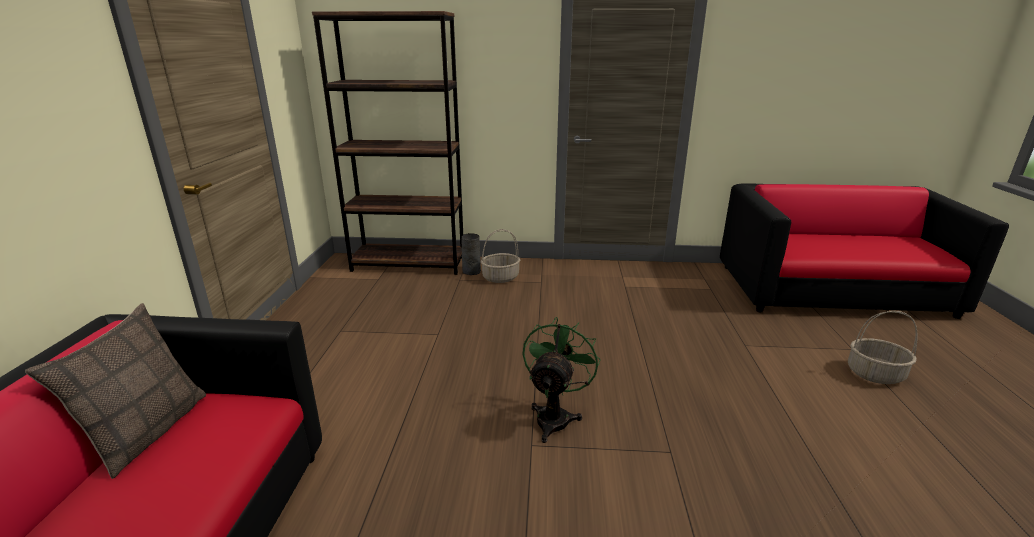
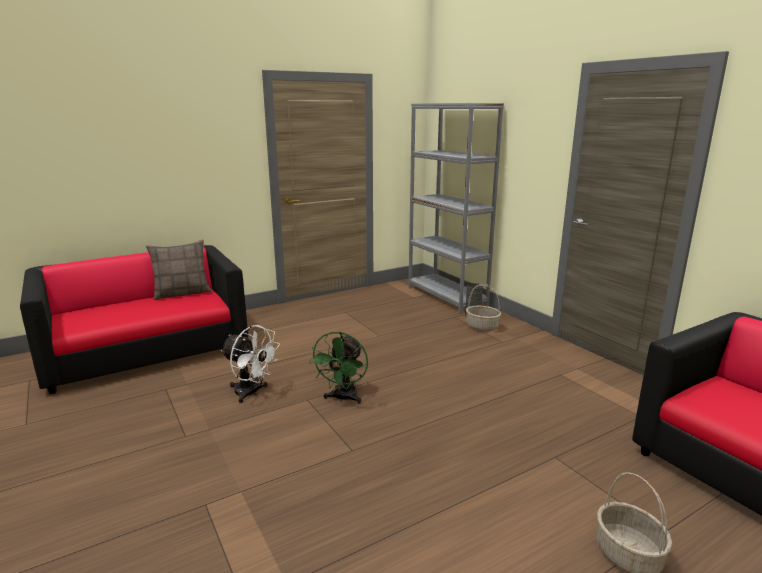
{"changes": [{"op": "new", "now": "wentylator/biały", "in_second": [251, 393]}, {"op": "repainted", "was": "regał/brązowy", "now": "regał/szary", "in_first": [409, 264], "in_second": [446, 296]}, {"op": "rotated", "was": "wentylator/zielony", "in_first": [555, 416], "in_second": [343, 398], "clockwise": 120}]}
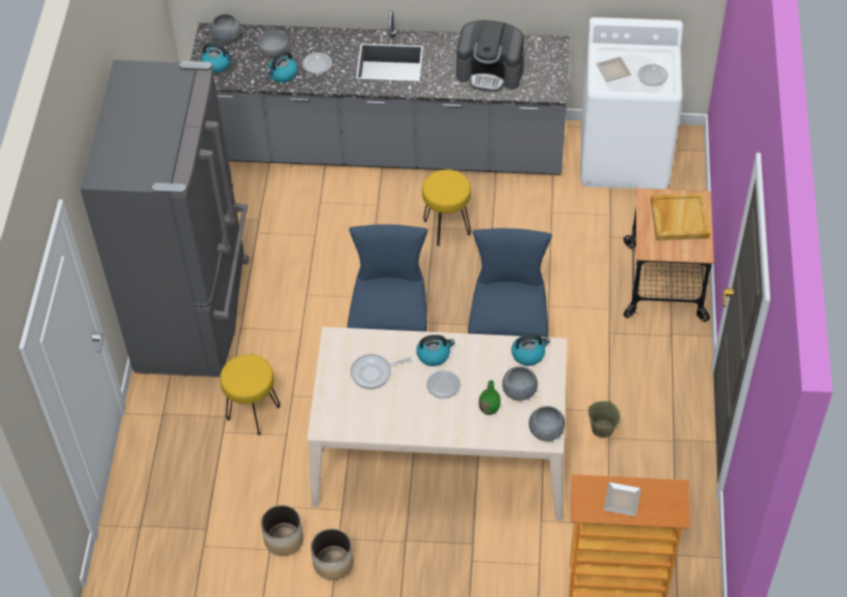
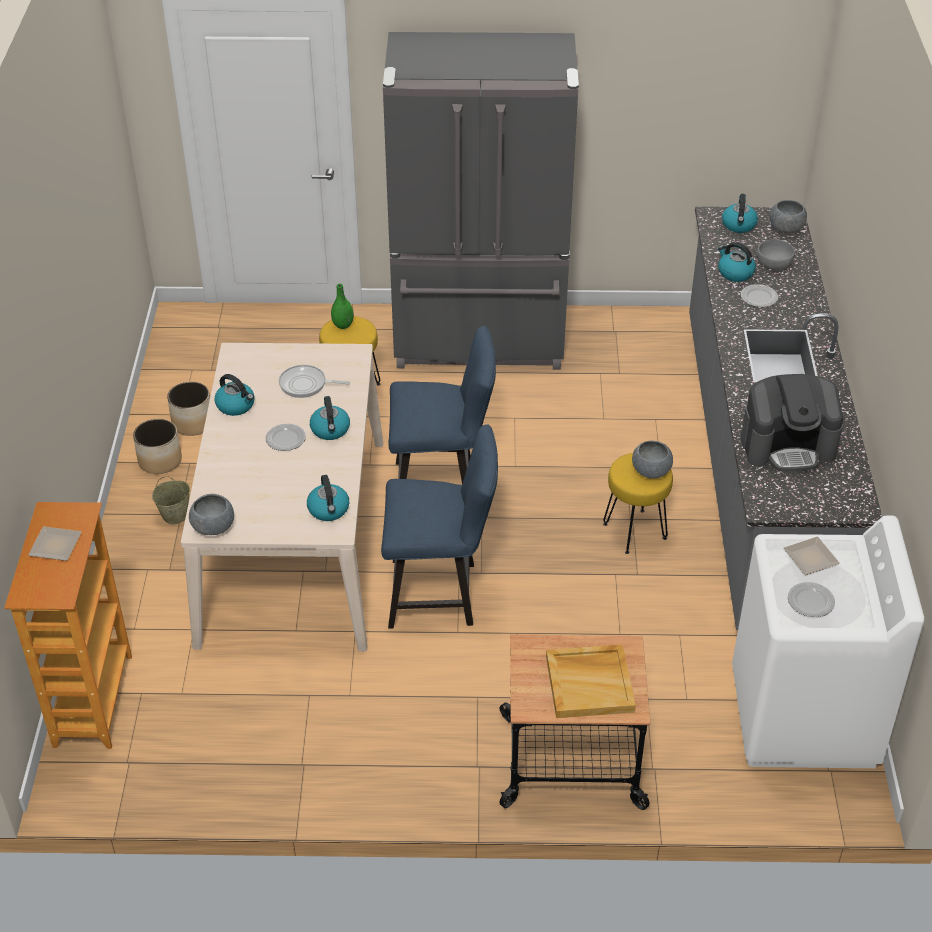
{"changes": [{"op": "new", "now": "czajnik", "in_second": [236, 405]}, {"op": "shifted", "was": "wazon/zielony", "in_first": [489, 409], "in_second": [343, 325]}, {"op": "shifted", "was": "miska/szary", "in_first": [519, 391], "in_second": [651, 471]}, {"op": "shifted", "was": "wiadro/beżowy", "in_first": [602, 428], "in_second": [175, 515]}, {"op": "rotated", "was": "patelnia", "in_first": [374, 373], "in_second": [306, 385], "clockwise": -60}, {"op": "rotated", "was": "ekspres do kawy", "in_first": [490, 71], "in_second": [788, 445], "clockwise": -105}]}
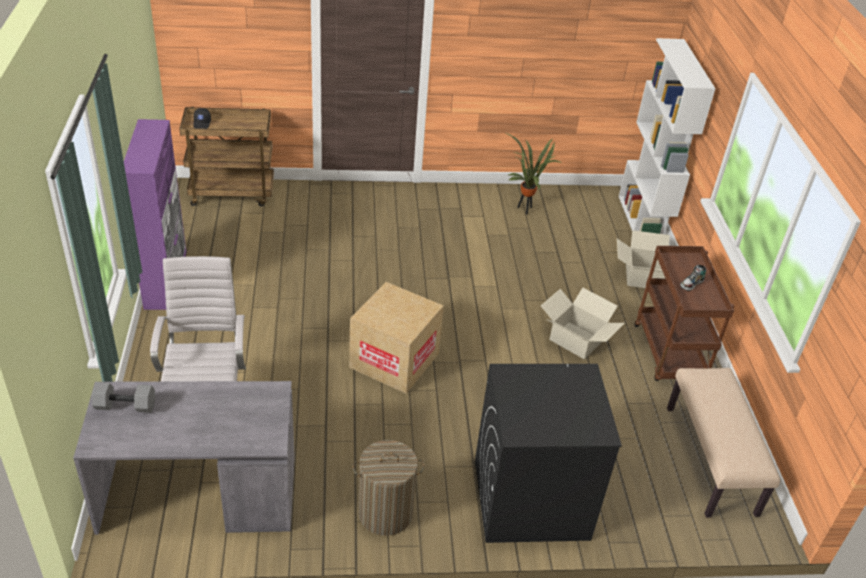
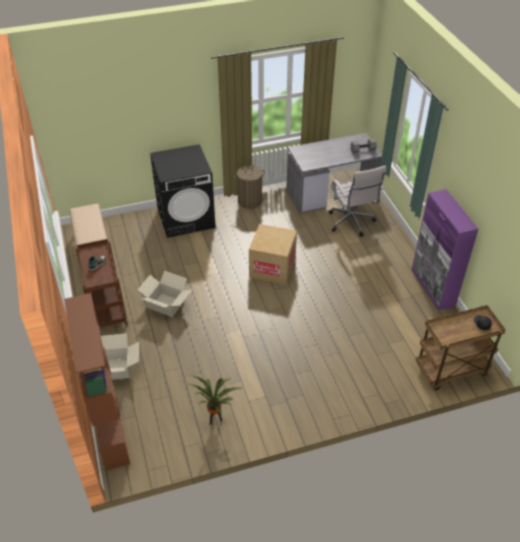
{"changes": [{"op": "repainted", "was": "regał/biały", "now": "regał/brązowy", "in_first": [642, 224], "in_second": [110, 430]}]}
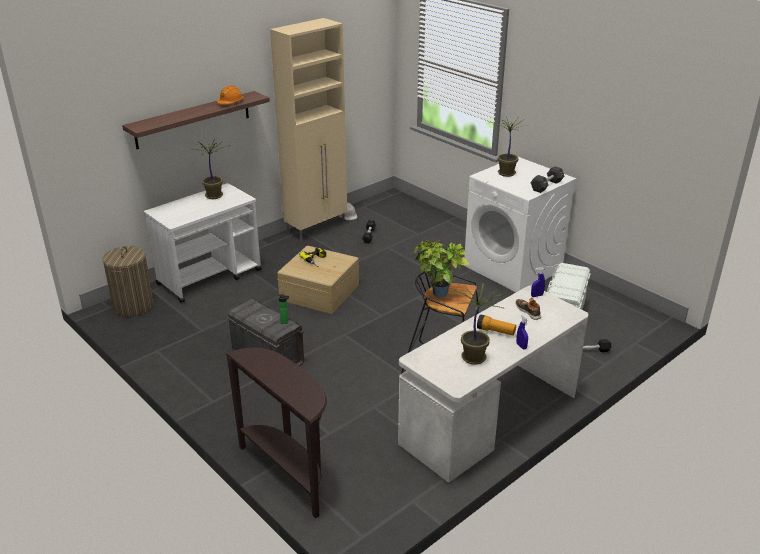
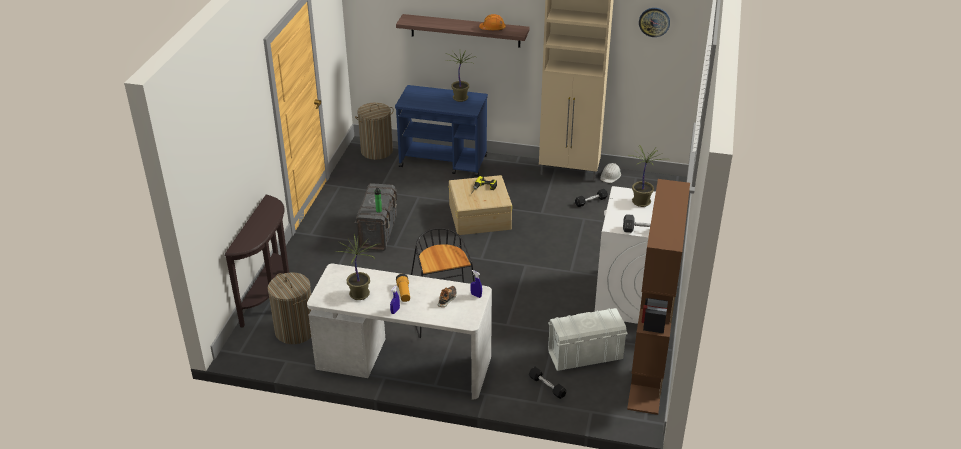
{"changes": [{"op": "gone", "was": "roślina doniczkowa", "in_first": [437, 295]}, {"op": "new", "now": "kosz na pranie", "in_second": [295, 331]}, {"op": "new", "now": "regał/brązowy", "in_second": [648, 374]}, {"op": "new", "now": "zegar ścienny", "in_second": [654, 22]}, {"op": "repainted", "was": "wózek/biały", "now": "wózek/niebieski", "in_first": [210, 277], "in_second": [444, 161]}]}
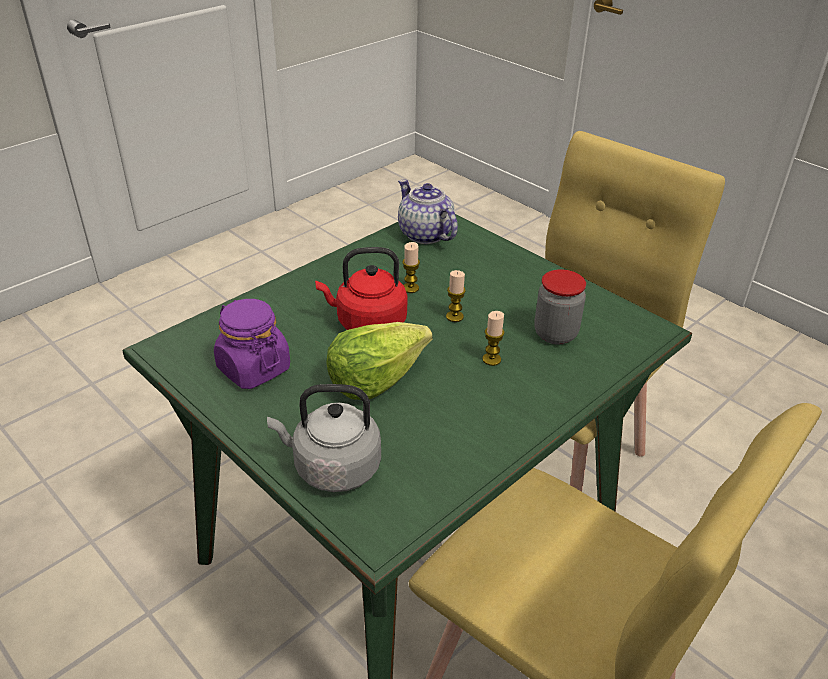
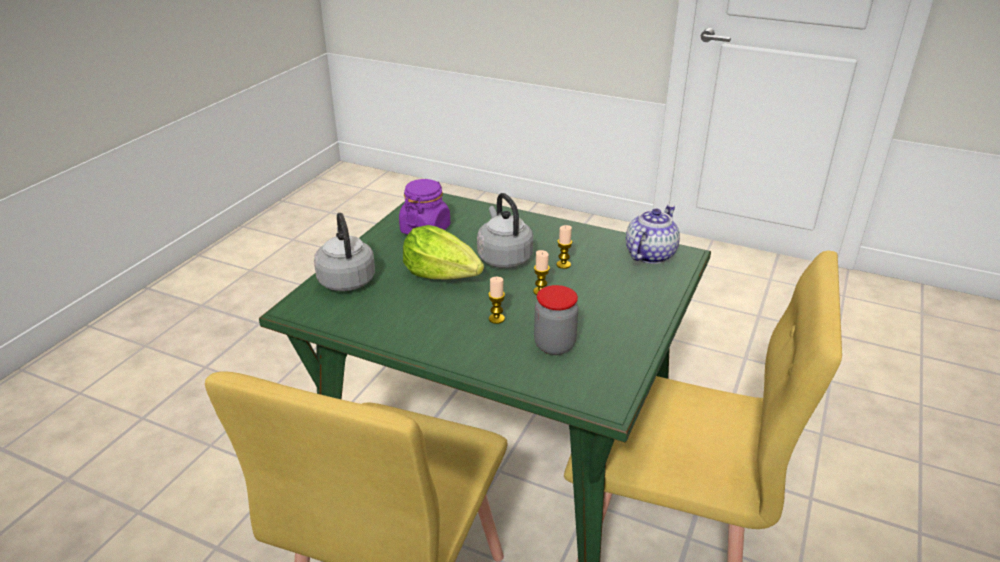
{"changes": [{"op": "repainted", "was": "czajnik/czerwony", "now": "czajnik/szary", "in_first": [367, 323], "in_second": [503, 257]}]}
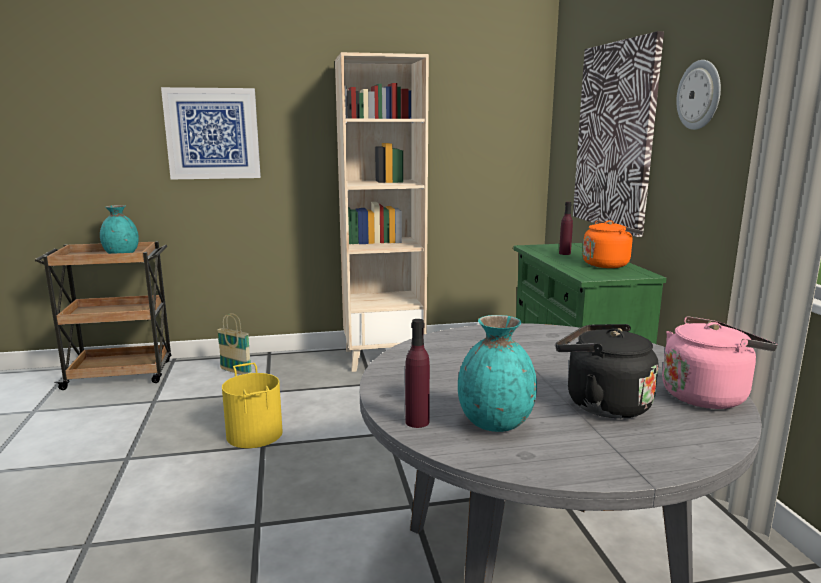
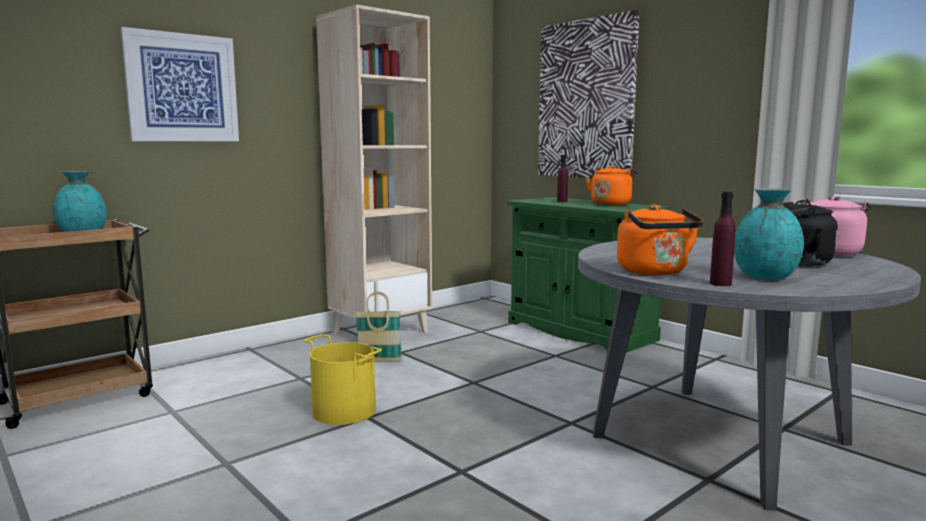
{"changes": [{"op": "gone", "was": "zegar ścienny", "in_first": [699, 95]}, {"op": "new", "now": "czajnik/pomarańczowy", "in_second": [655, 272]}, {"op": "shifted", "was": "koszyk", "in_first": [236, 372], "in_second": [379, 360]}]}
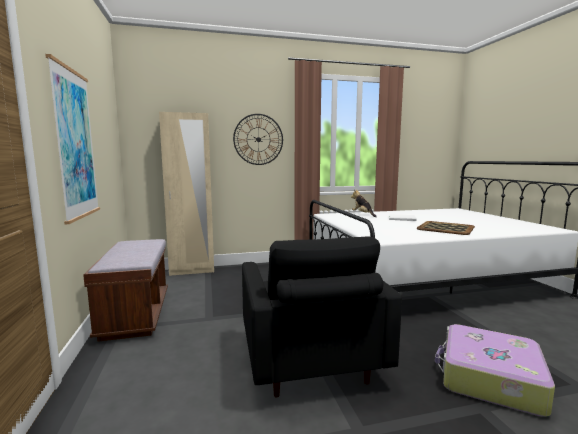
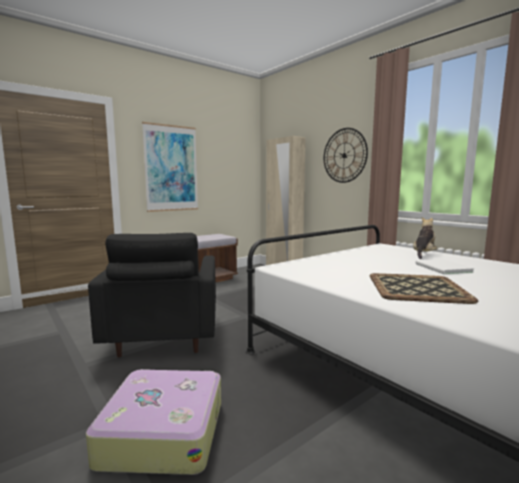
{"changes": [{"op": "rotated", "was": "fotel/czarny", "in_first": [309, 361], "in_second": [163, 337], "clockwise": -60}]}
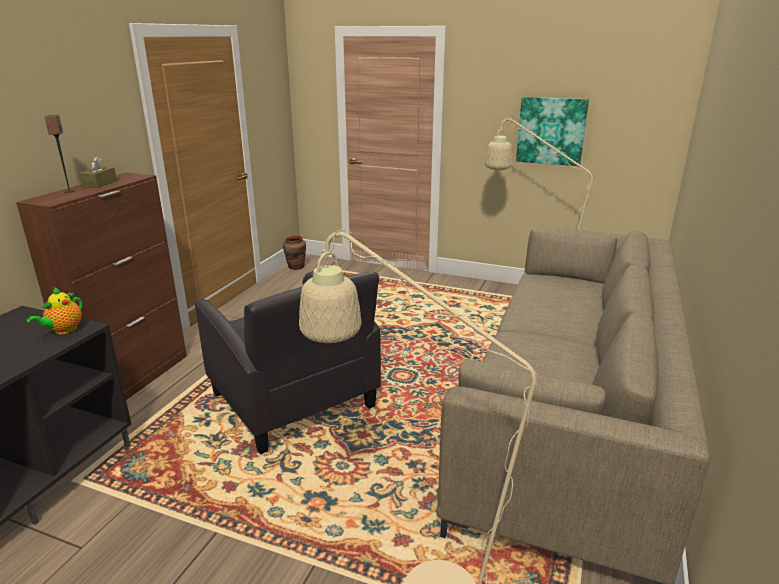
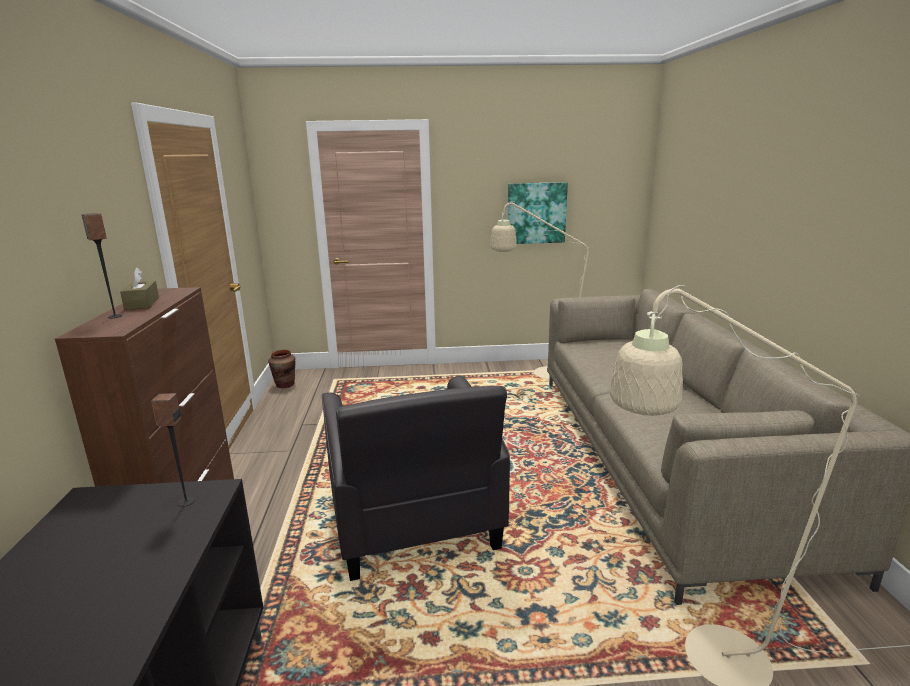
{"changes": [{"op": "swapped", "was": "imbryk", "now": "głośnik", "in_first": [63, 330], "in_second": [186, 502]}, {"op": "rotated", "was": "fotel/czarny", "in_first": [293, 401], "in_second": [413, 522], "clockwise": 45}]}
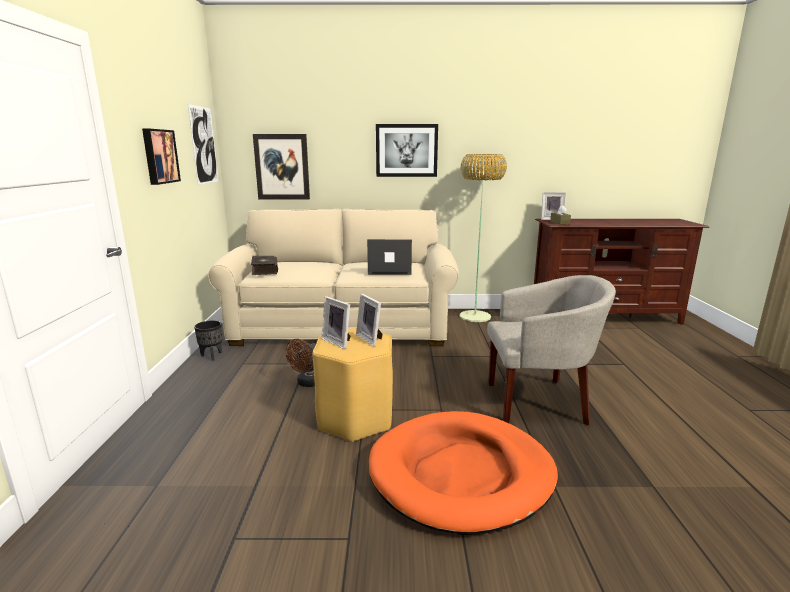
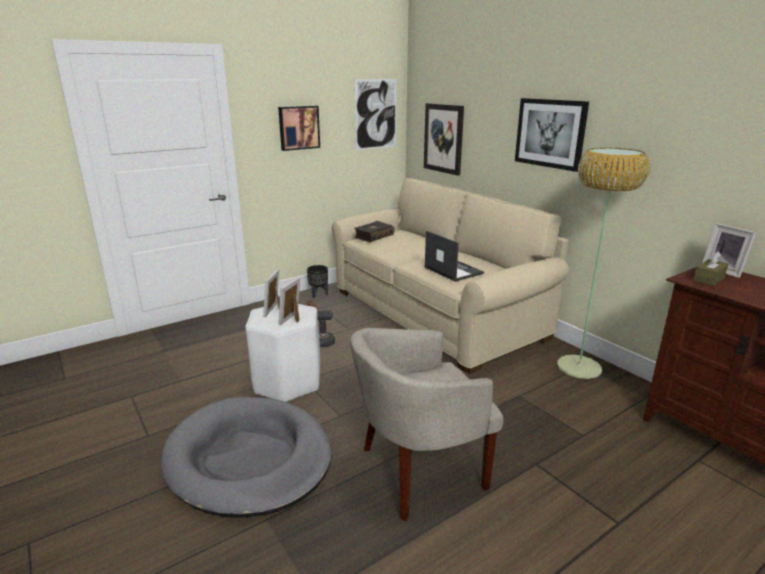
{"changes": [{"op": "repainted", "was": "stołek/żółty", "now": "stołek/biały", "in_first": [356, 419], "in_second": [287, 382]}, {"op": "repainted", "was": "legowisko/pomarańczowy", "now": "legowisko/szary", "in_first": [461, 474], "in_second": [249, 459]}, {"op": "rotated", "was": "fotel/beżowy", "in_first": [539, 401], "in_second": [419, 471], "clockwise": 105}]}
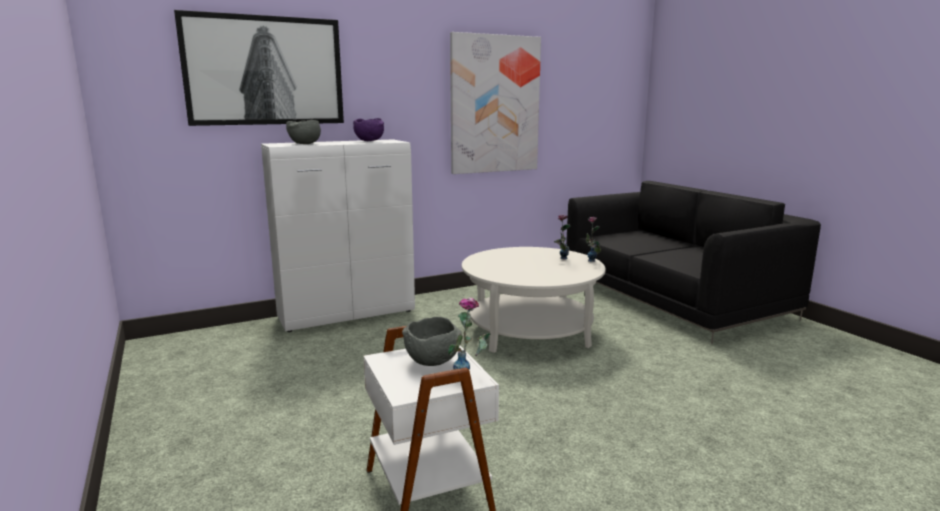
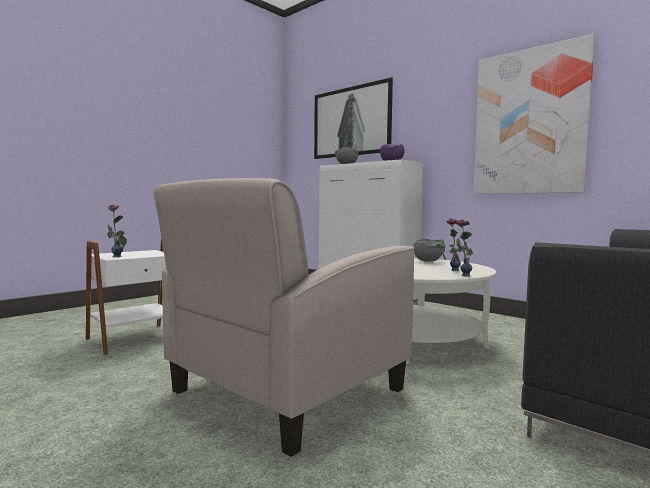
{"changes": [{"op": "new", "now": "fotel/beżowy", "in_second": [286, 391]}, {"op": "shifted", "was": "miska/szary", "in_first": [433, 362], "in_second": [429, 261]}]}
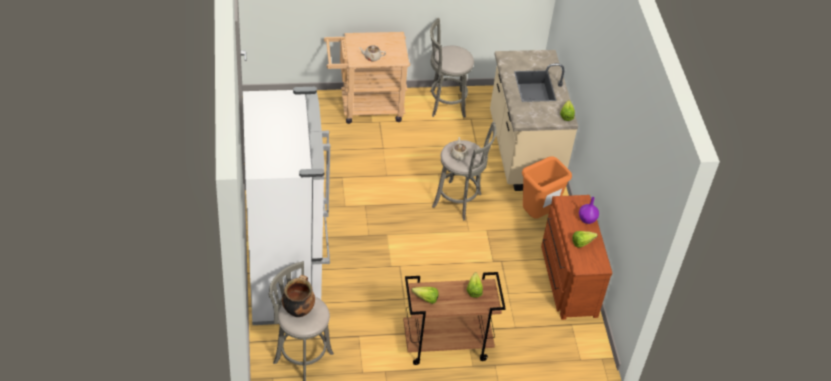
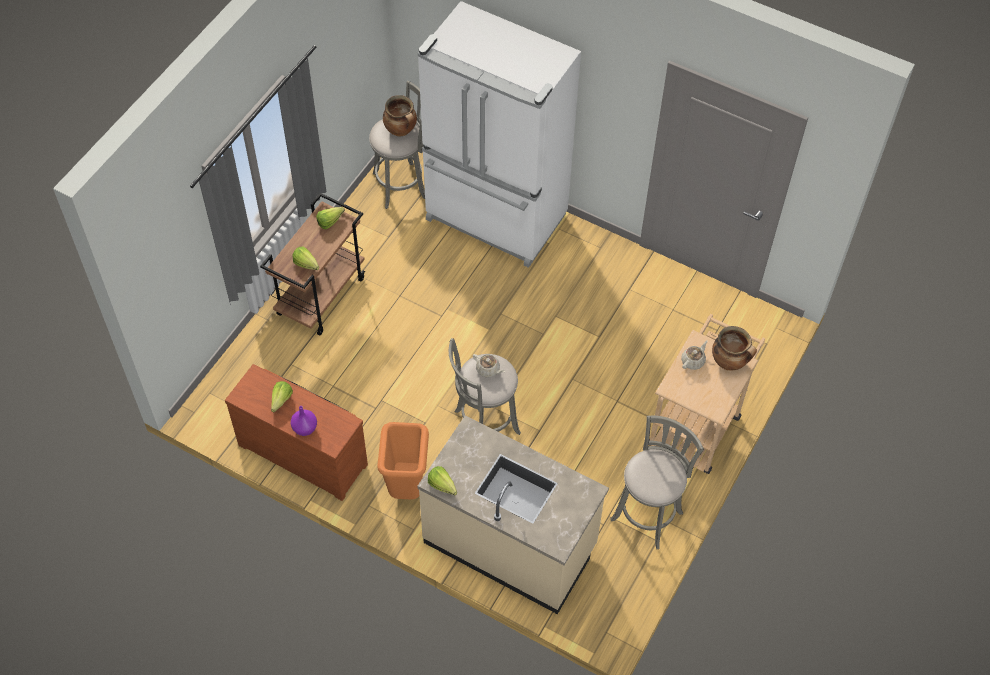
{"changes": [{"op": "new", "now": "garnek", "in_second": [730, 362]}]}
